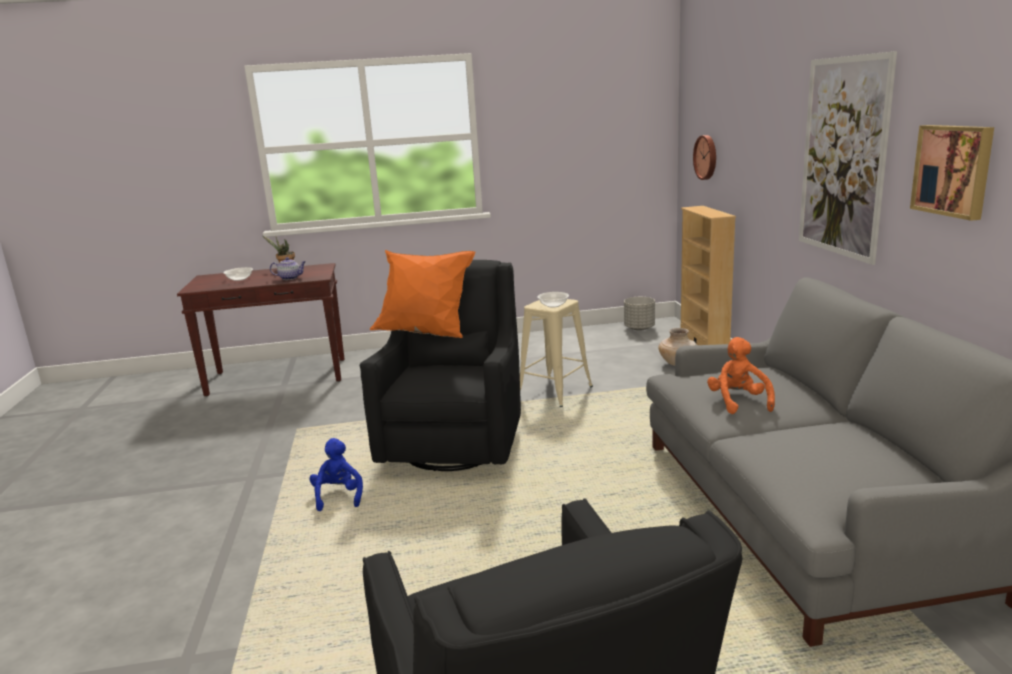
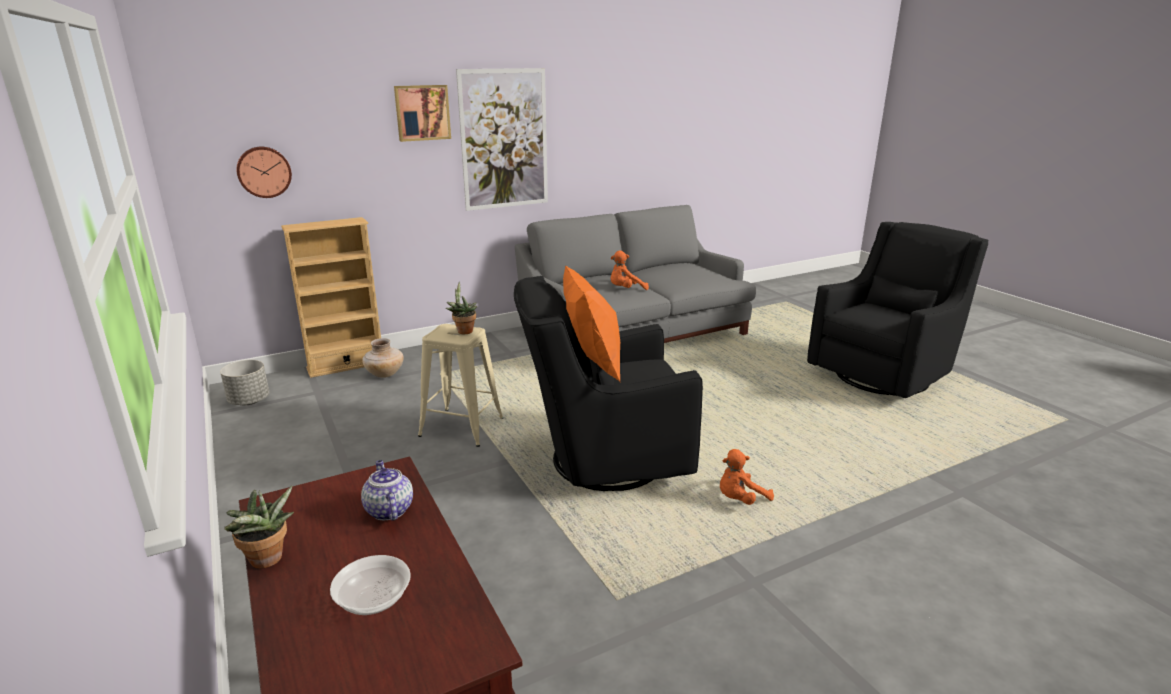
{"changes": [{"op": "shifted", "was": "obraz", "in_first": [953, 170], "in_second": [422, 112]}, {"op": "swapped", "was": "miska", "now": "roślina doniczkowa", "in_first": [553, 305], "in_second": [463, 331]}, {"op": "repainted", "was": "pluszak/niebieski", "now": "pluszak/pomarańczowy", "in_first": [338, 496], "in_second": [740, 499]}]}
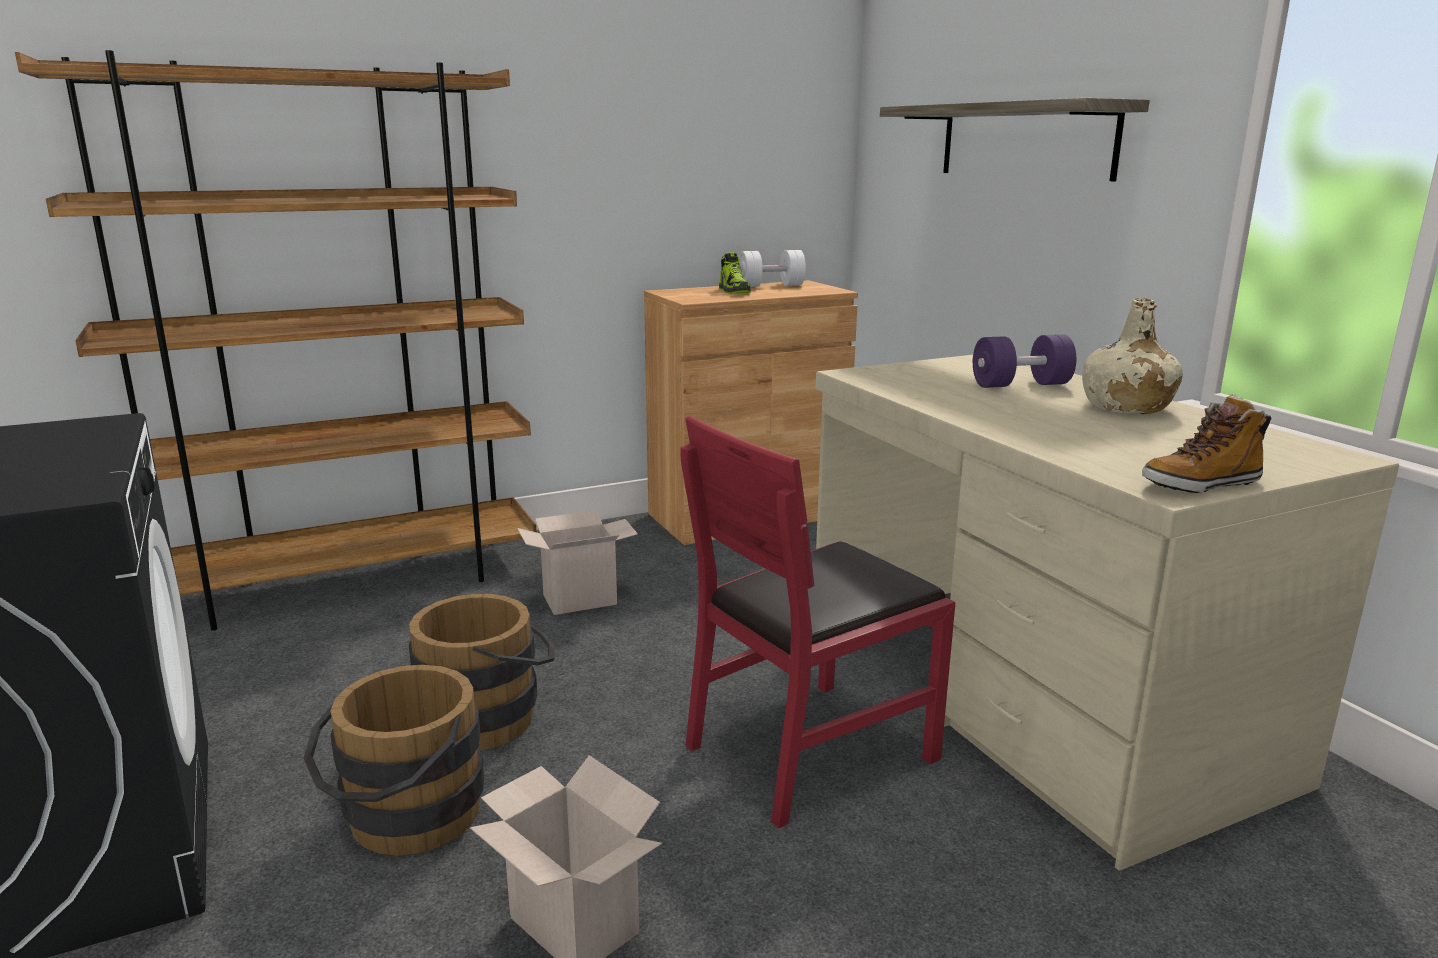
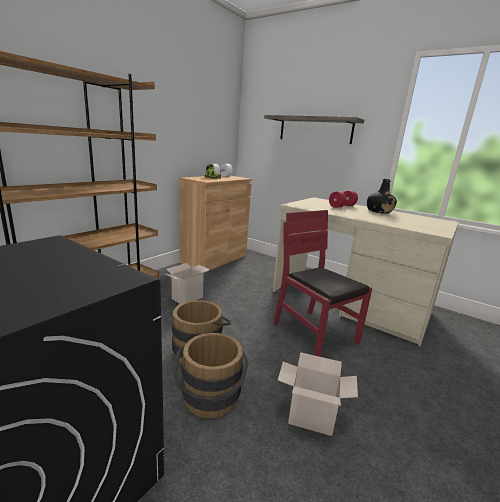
{"changes": [{"op": "gone", "was": "but z cholewką", "in_first": [1201, 484]}, {"op": "repainted", "was": "hantel/fioletowy", "now": "hantel/czerwony", "in_first": [1020, 385], "in_second": [342, 206]}, {"op": "repainted", "was": "butelka/beżowy", "now": "butelka/czarny", "in_first": [1125, 407], "in_second": [379, 211]}, {"op": "rotated", "was": "krzesło/czerwony", "in_first": [809, 749], "in_second": [314, 333], "clockwise": 120}]}
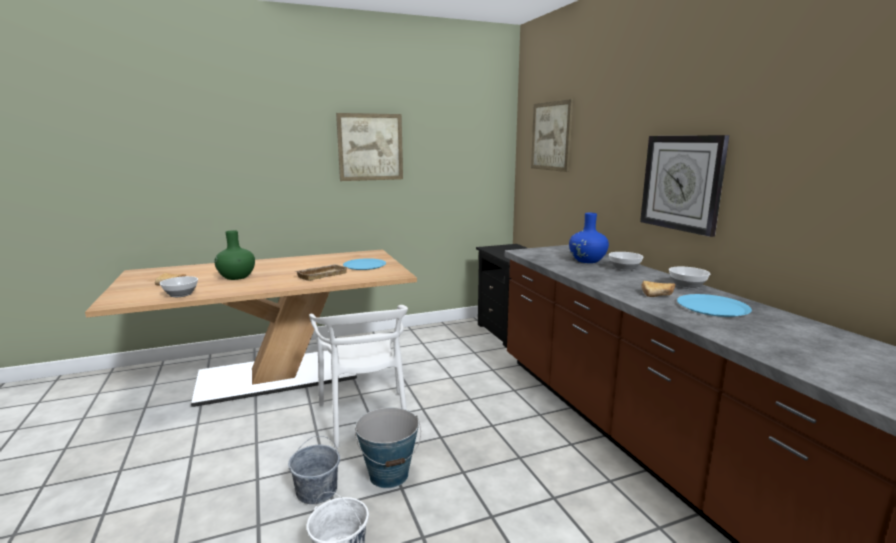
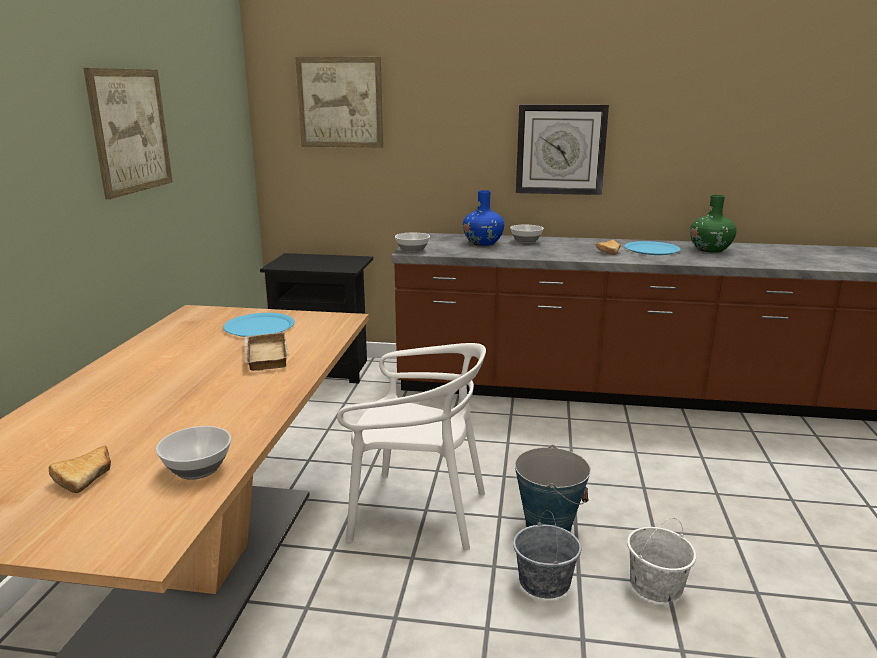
{"changes": [{"op": "shifted", "was": "wazon/zielony", "in_first": [236, 277], "in_second": [710, 249]}, {"op": "shifted", "was": "miska", "in_first": [688, 286], "in_second": [413, 250]}]}
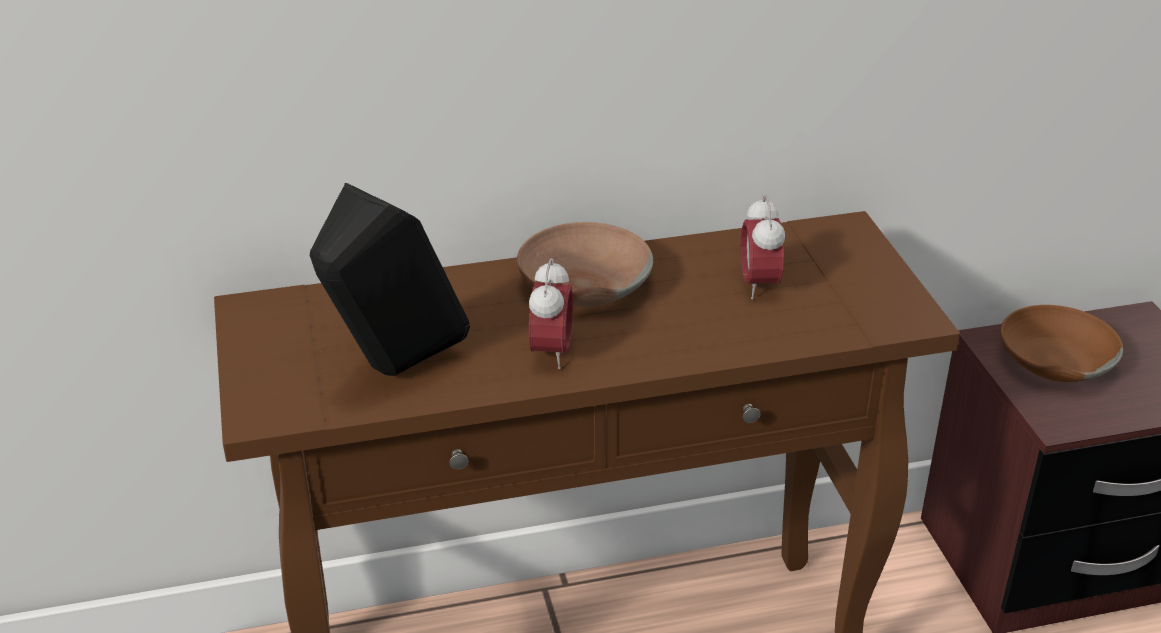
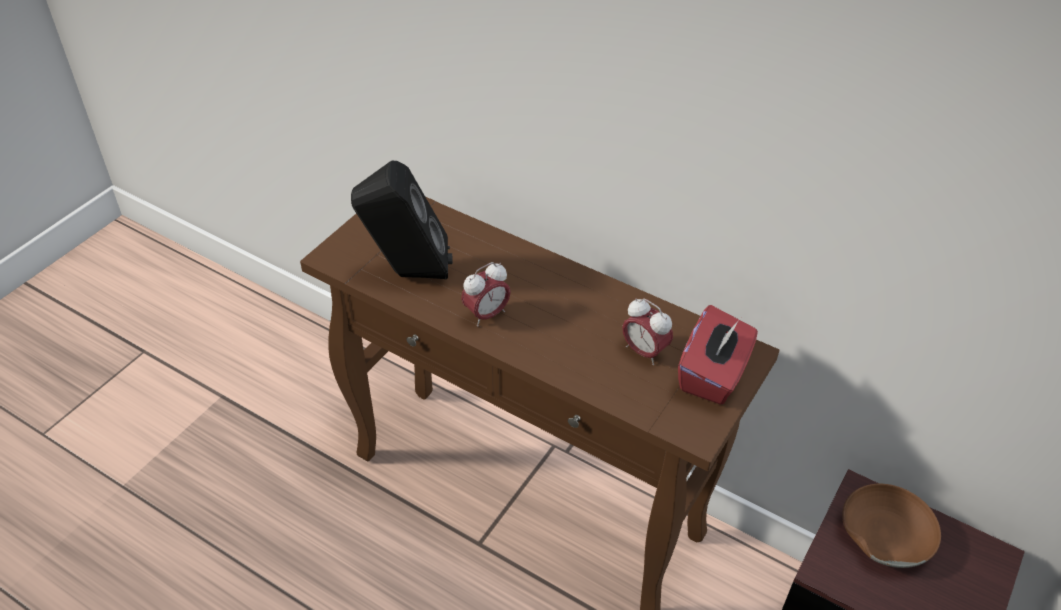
{"changes": [{"op": "gone", "was": "miska/brązowy", "in_first": [581, 283]}, {"op": "new", "now": "pudełko chusteczek/czerwony", "in_second": [713, 374]}, {"op": "rotated", "was": "budzik", "in_first": [759, 285], "in_second": [644, 352], "clockwise": -90}]}
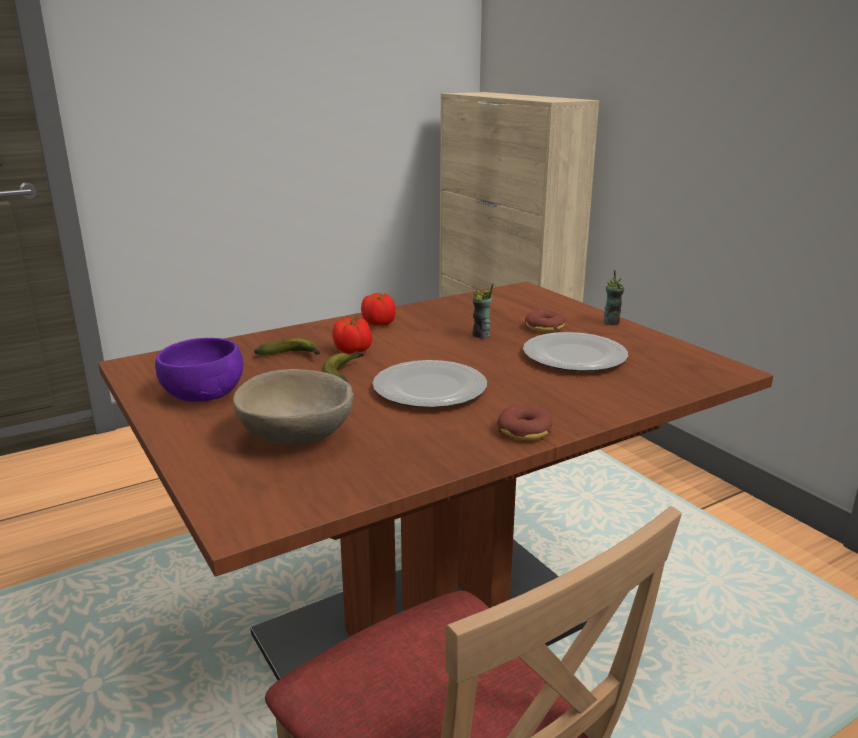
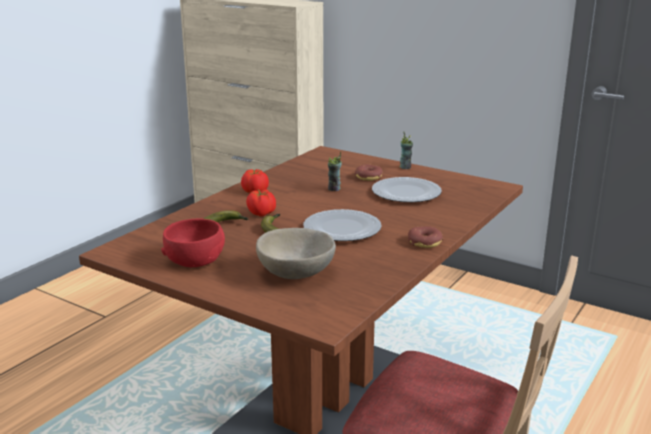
{"changes": [{"op": "repainted", "was": "miska/fioletowy", "now": "miska/czerwony", "in_first": [204, 393], "in_second": [195, 260]}]}
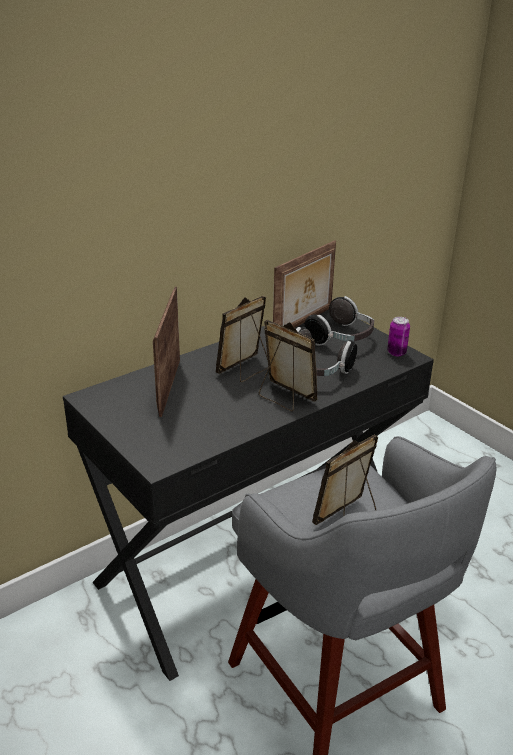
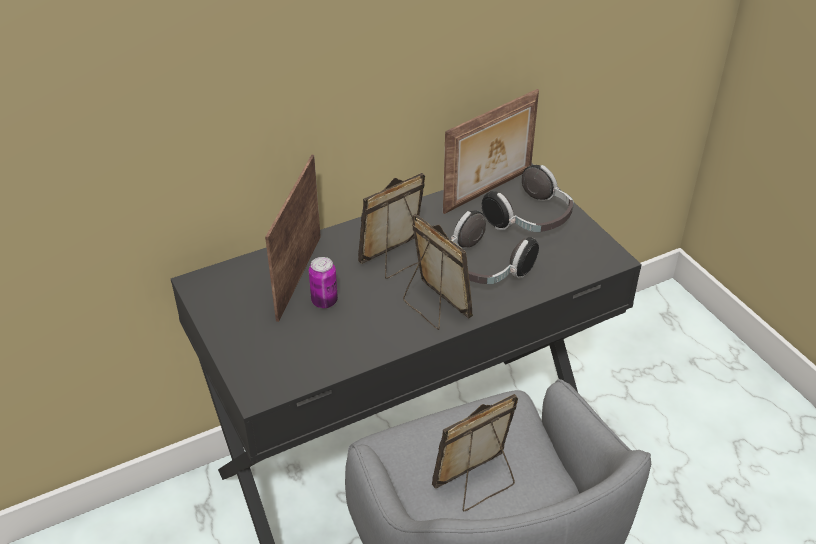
{"changes": [{"op": "shifted", "was": "puszka", "in_first": [396, 352], "in_second": [324, 301]}]}
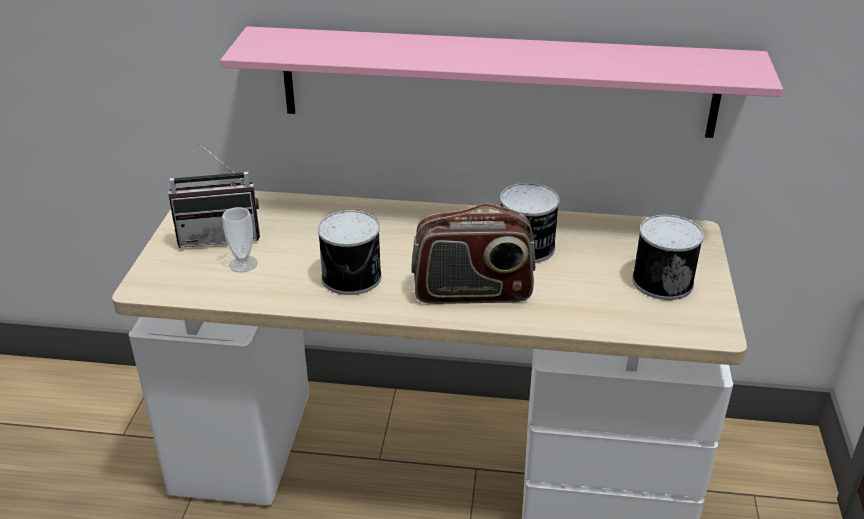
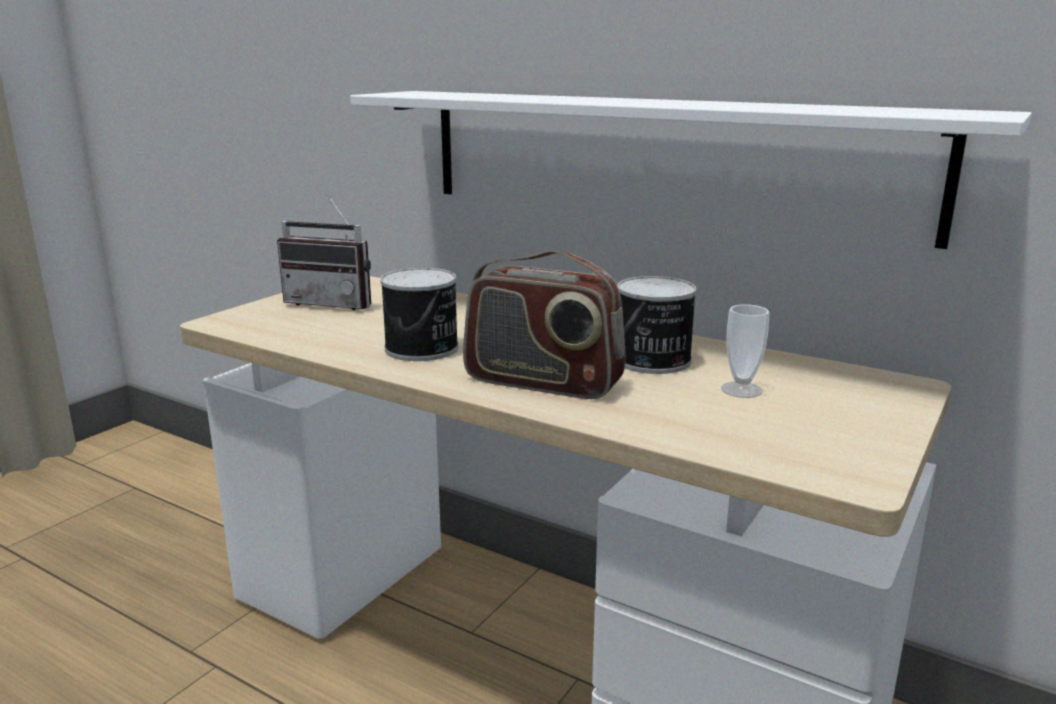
{"changes": [{"op": "gone", "was": "puszka", "in_first": [662, 280]}, {"op": "shifted", "was": "filiżanka", "in_first": [243, 264], "in_second": [741, 390]}, {"op": "repainted", "was": "półka/różowy", "now": "półka/biały", "in_first": [497, 82], "in_second": [659, 159]}]}
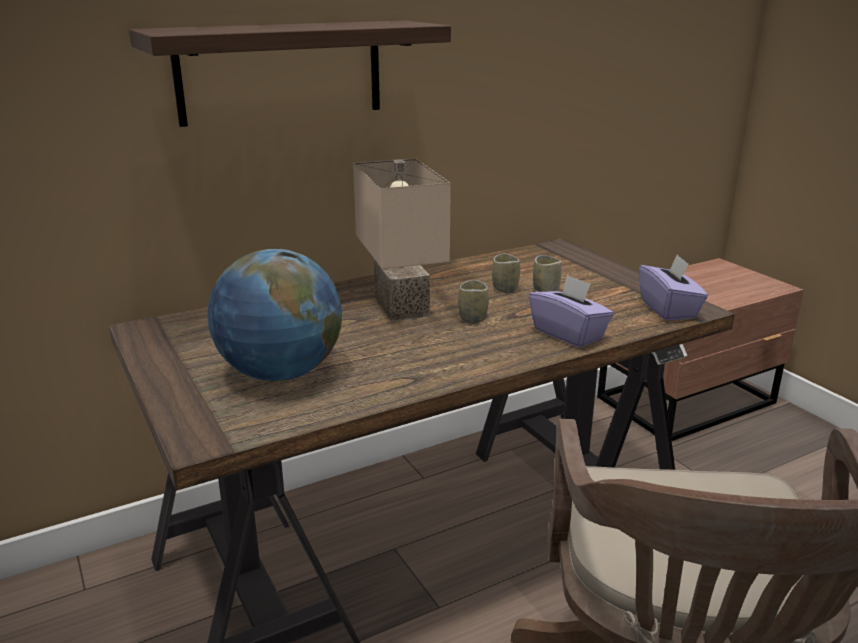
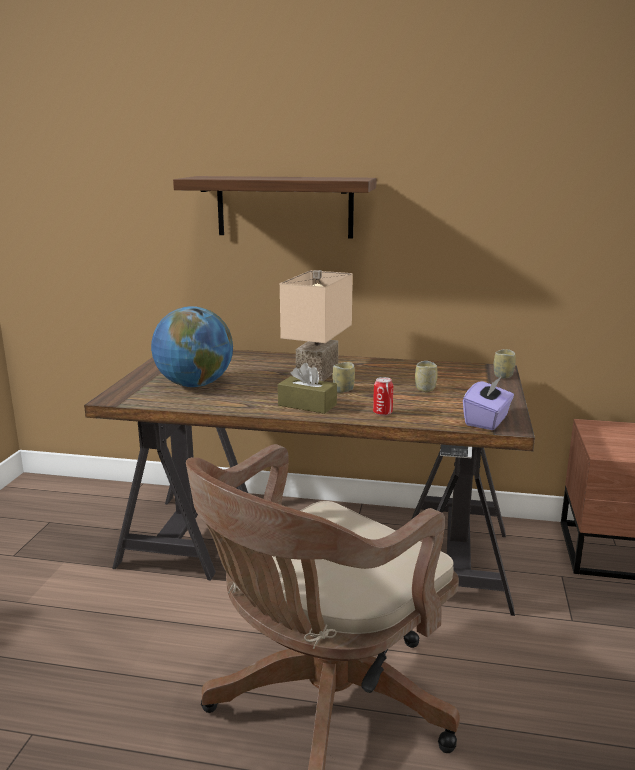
{"changes": [{"op": "new", "now": "pudełko chusteczek/brązowy", "in_second": [307, 405]}, {"op": "shifted", "was": "filiżanka", "in_first": [505, 289], "in_second": [503, 375]}, {"op": "swapped", "was": "pudełko chusteczek/fioletowy", "now": "puszka", "in_first": [569, 334], "in_second": [382, 413]}]}
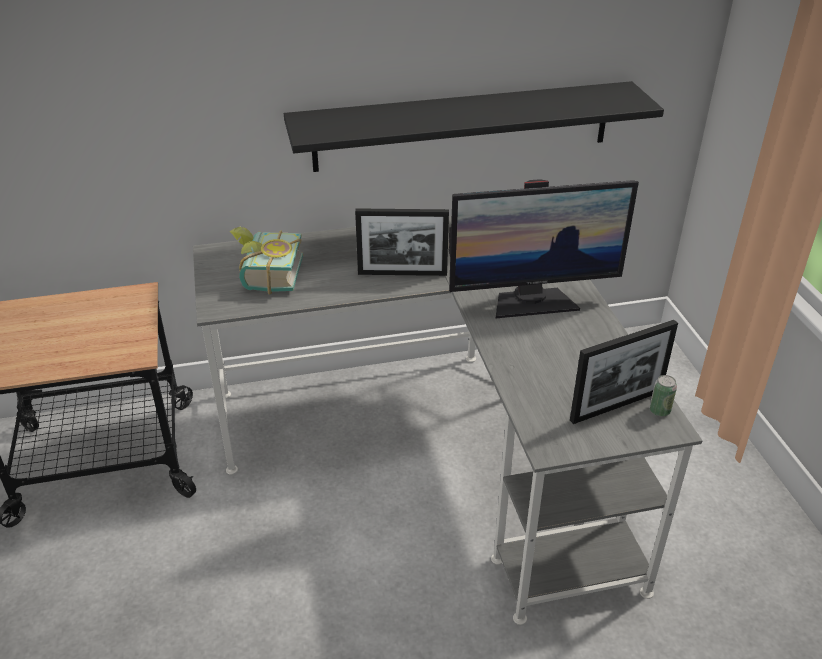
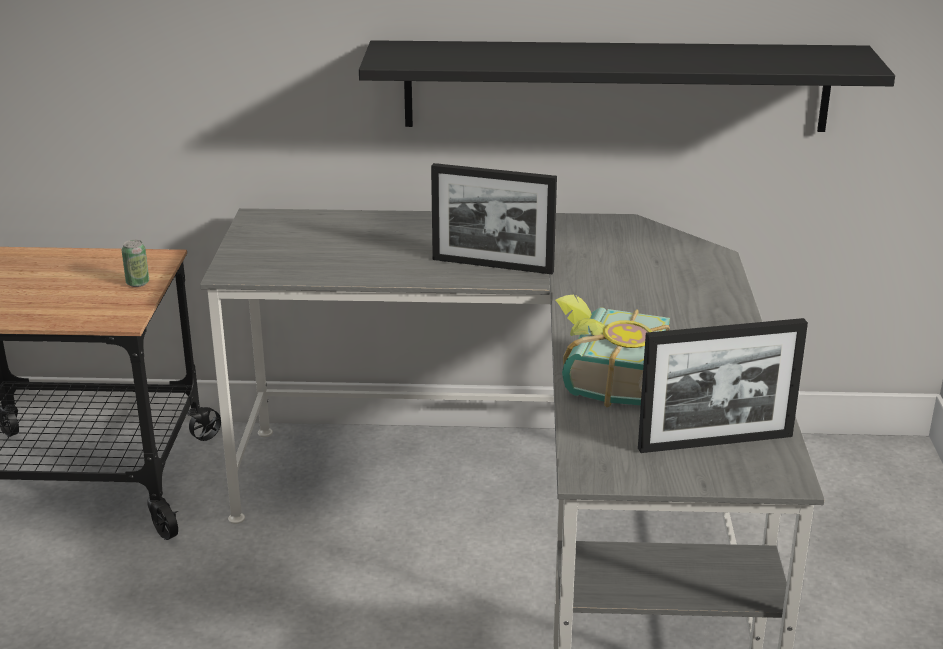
{"changes": [{"op": "gone", "was": "monitor", "in_first": [532, 301]}, {"op": "shifted", "was": "książka", "in_first": [266, 275], "in_second": [602, 378]}, {"op": "shifted", "was": "puszka", "in_first": [659, 411], "in_second": [137, 283]}]}
